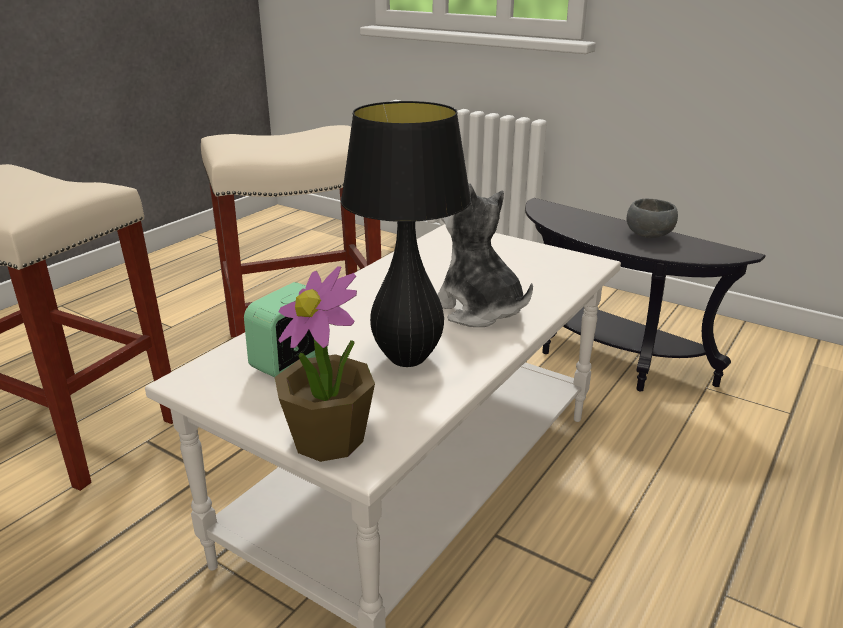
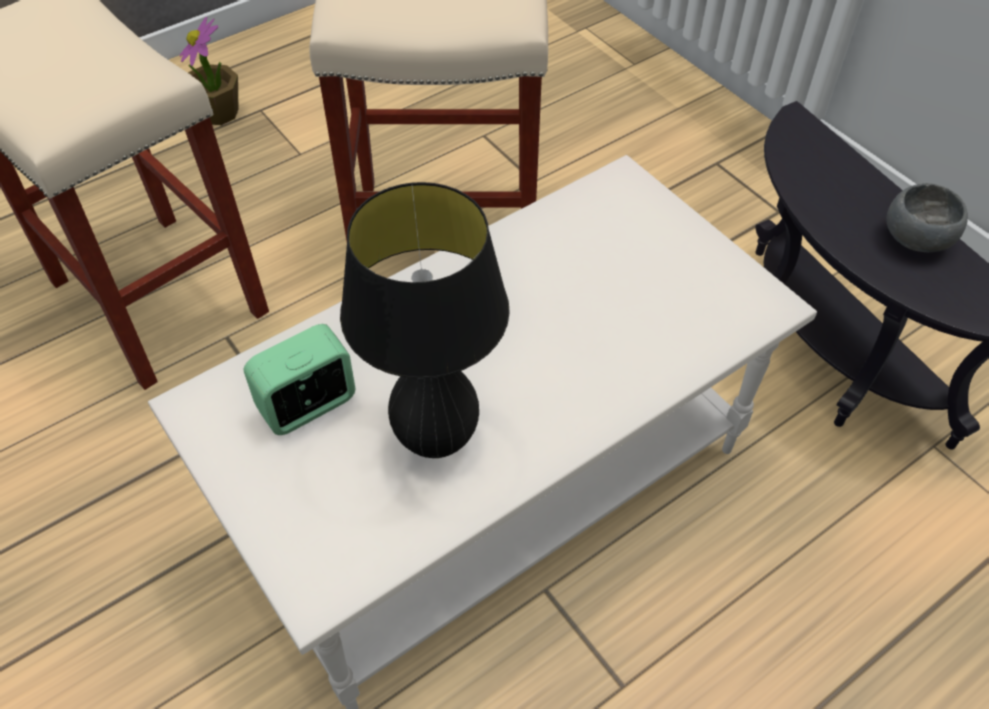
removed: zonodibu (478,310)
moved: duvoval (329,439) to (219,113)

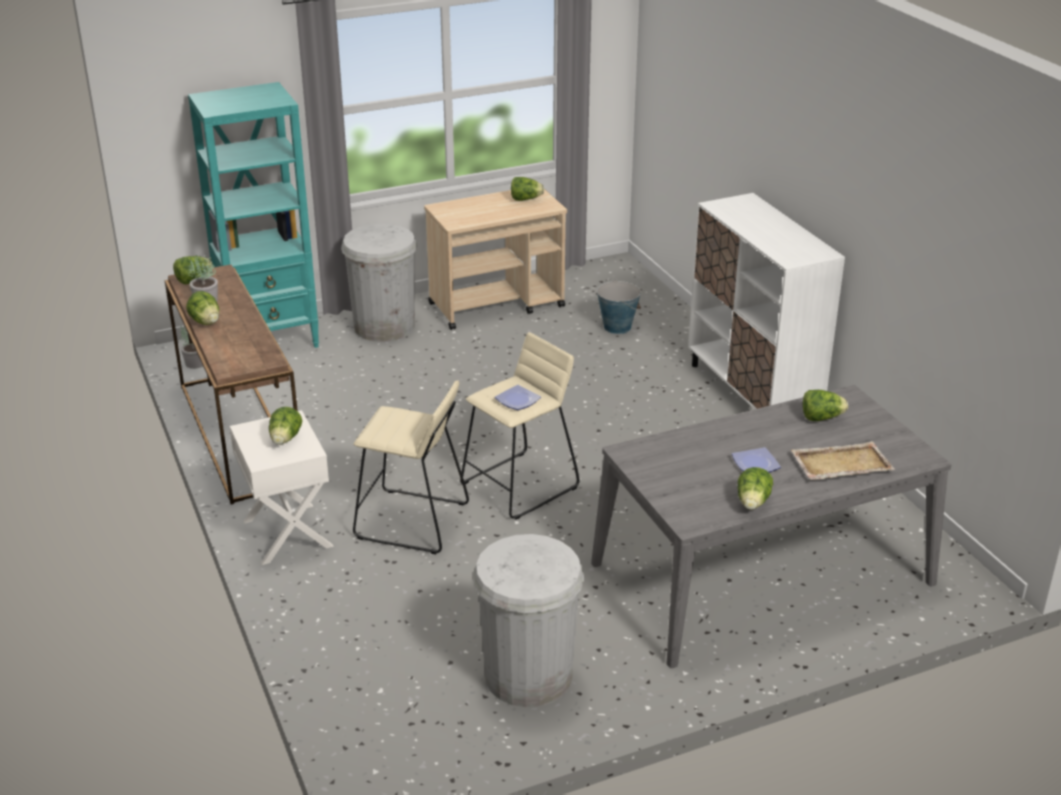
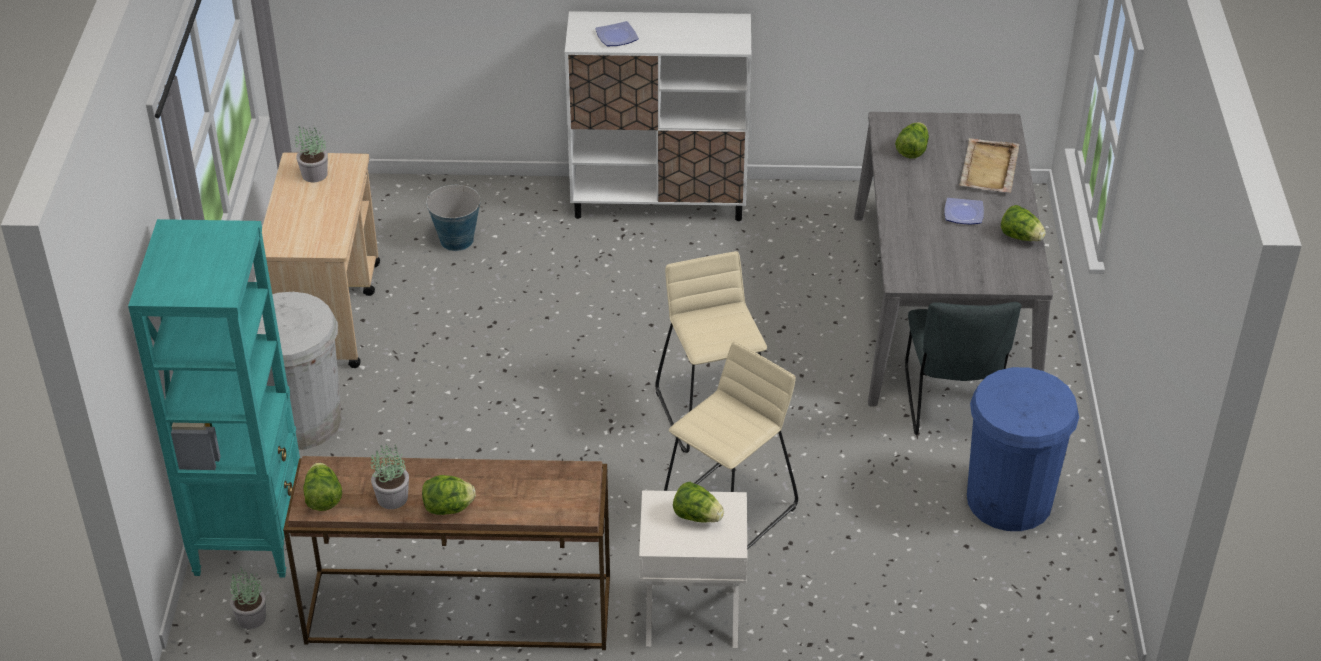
added: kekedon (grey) (951,406)
moved: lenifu (518,400) to (617,36)
replaced: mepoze (525,199) to duvoval (314,174)
recoloured: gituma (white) (528,676) to gituma (blue) (1009,500)

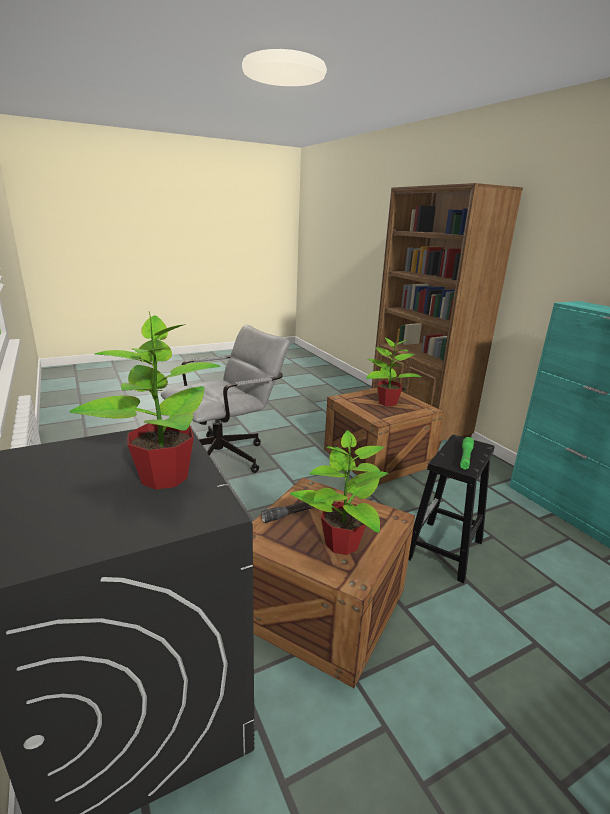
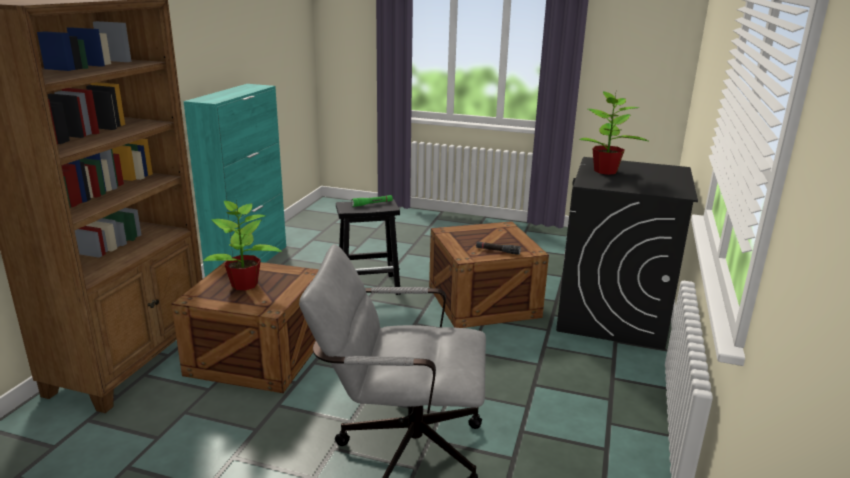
removed: duvoval (341,544)

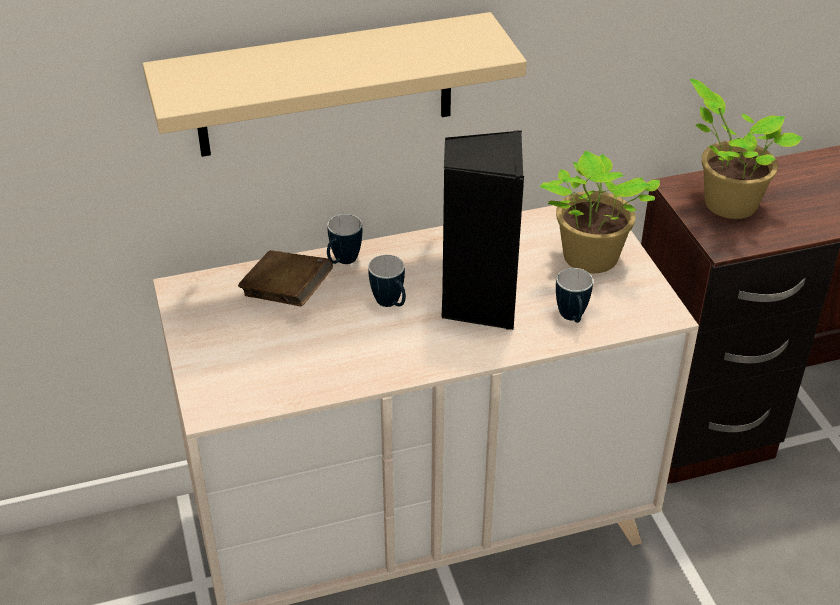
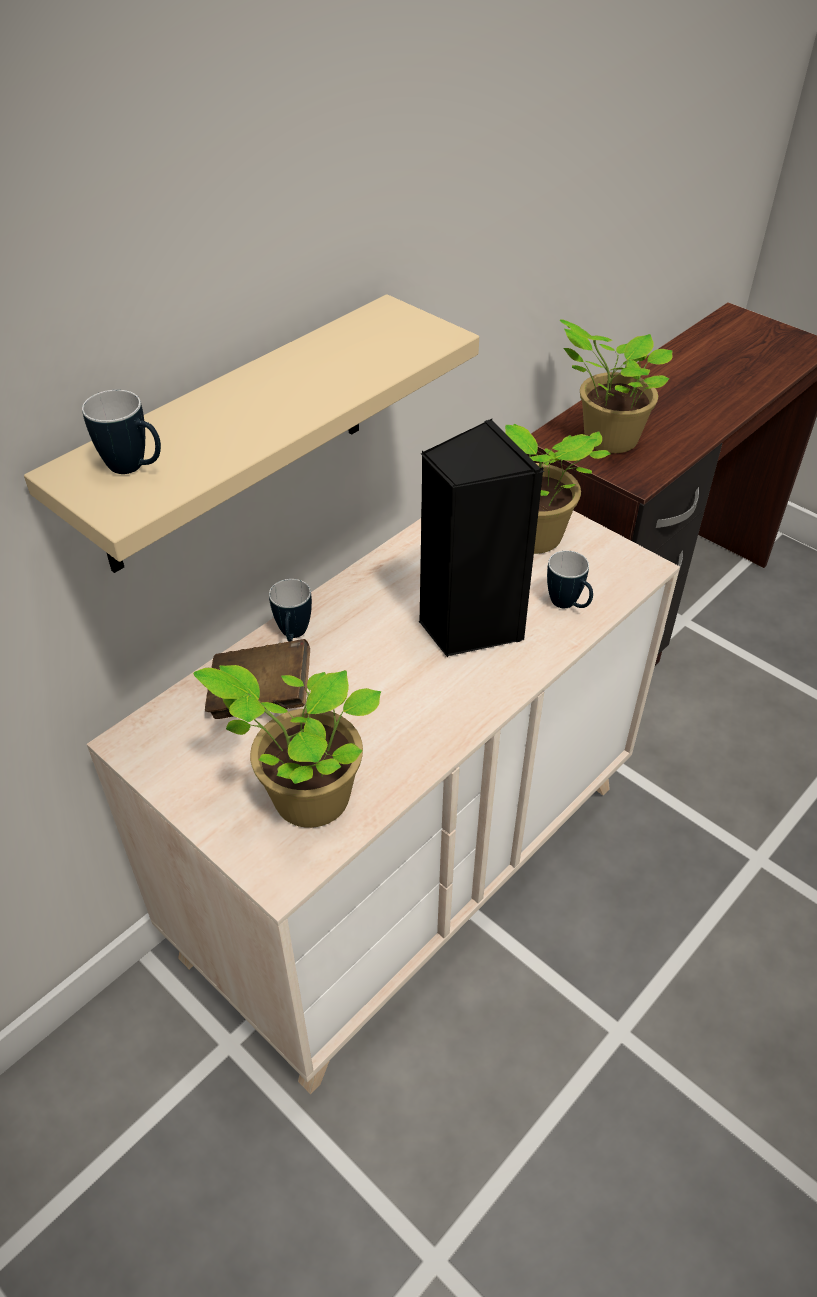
added: duvoval (305,797)
moved: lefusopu (391,304) to (135,468)

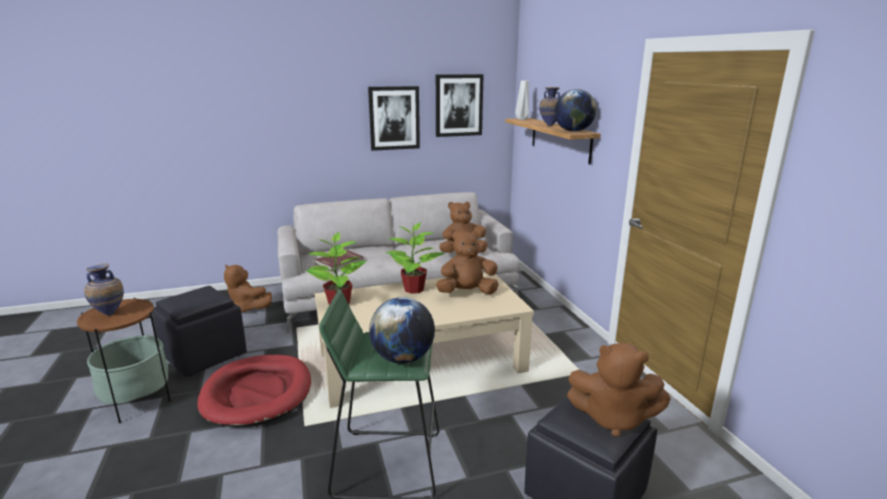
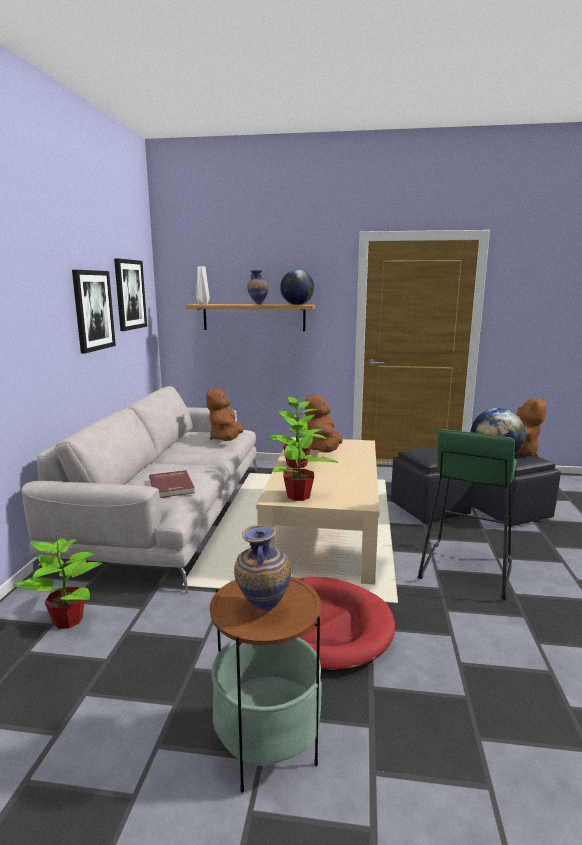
moved: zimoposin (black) (204,354) to (428,509)
replaced: zonodibu (brown) (248,308) to duvoval (69,620)

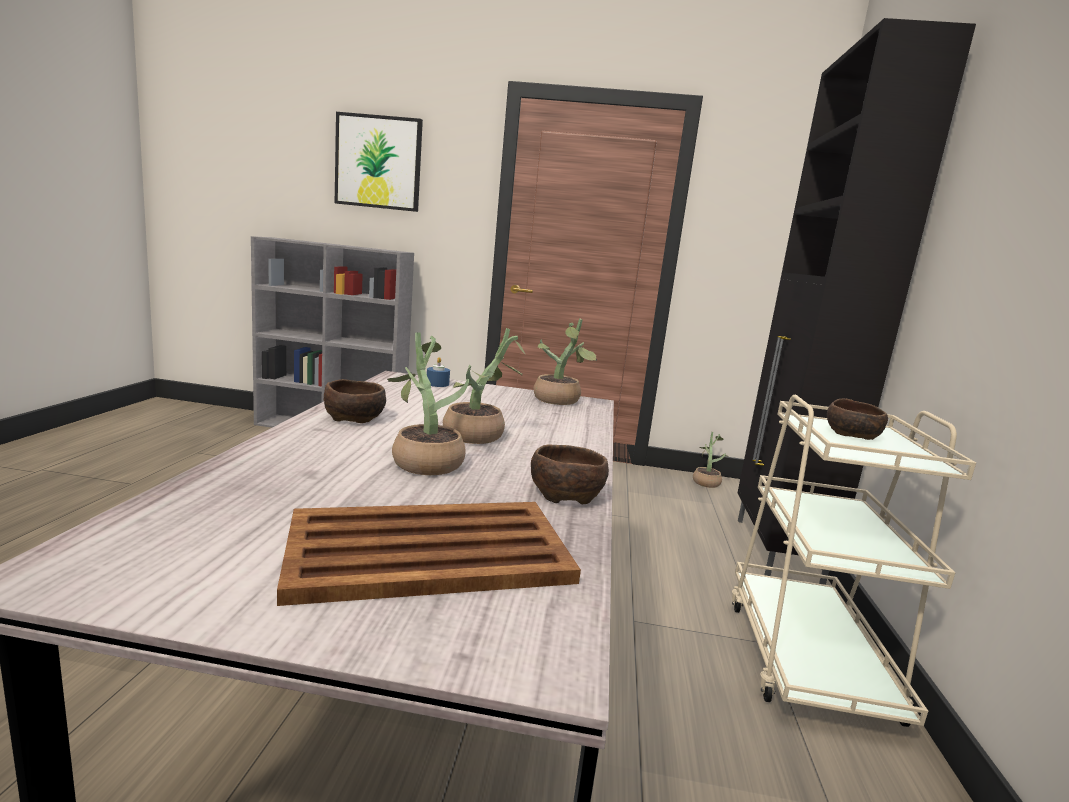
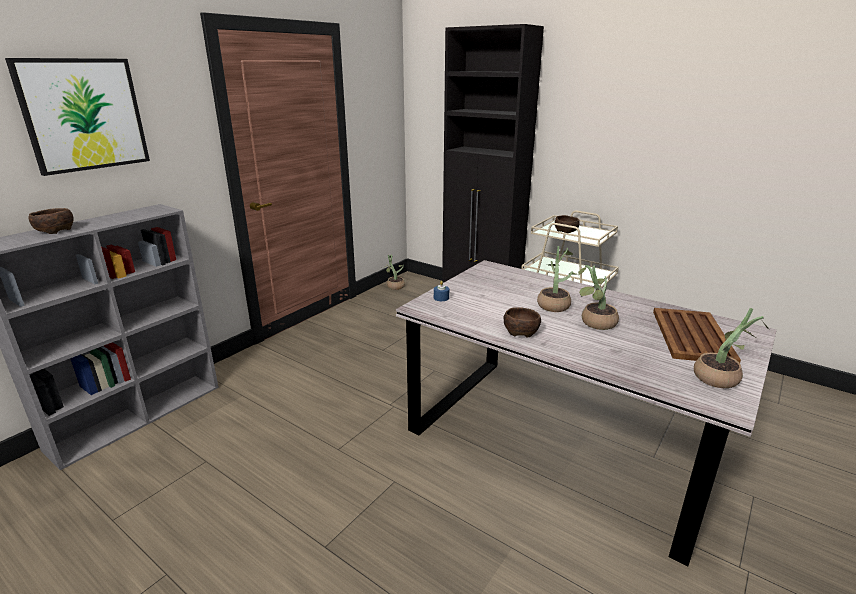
moved: duvoval (559,401) to (721,378); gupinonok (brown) (565,493) to (54,230)

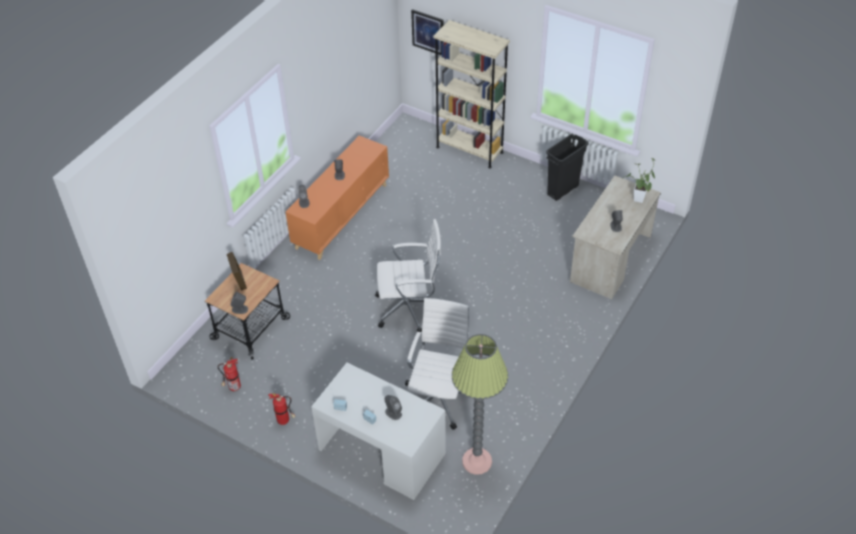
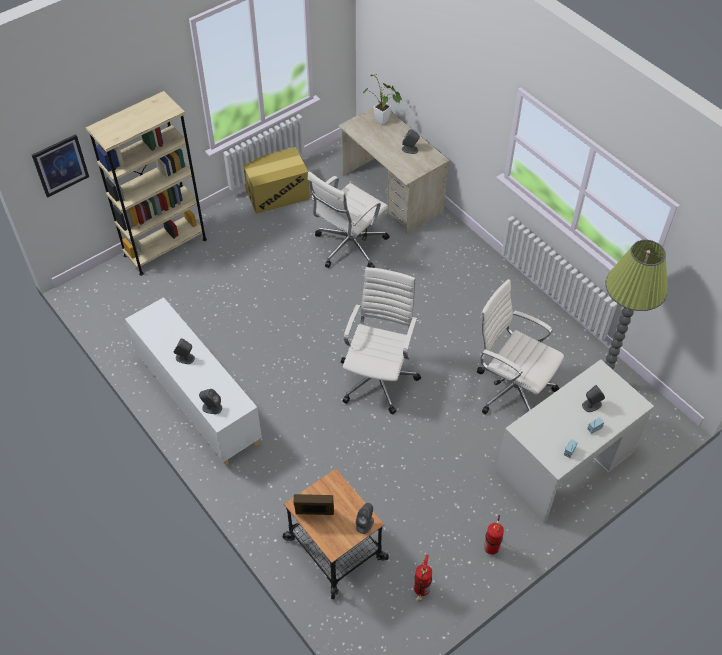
added: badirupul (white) (348,246)
replaced: gituma (black) (562,190) to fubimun (277,193)
recoloured: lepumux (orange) (342,216) to lepumux (white) (198,400)

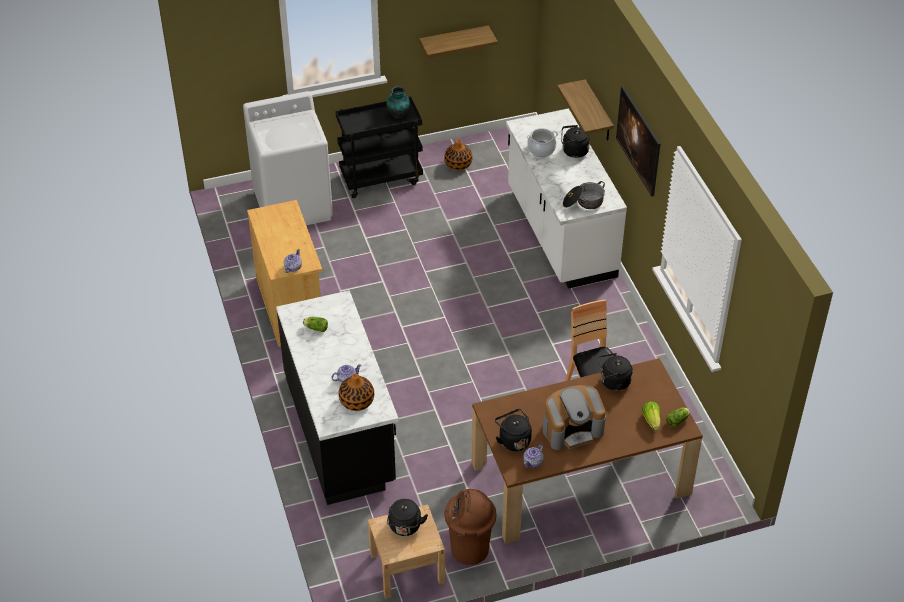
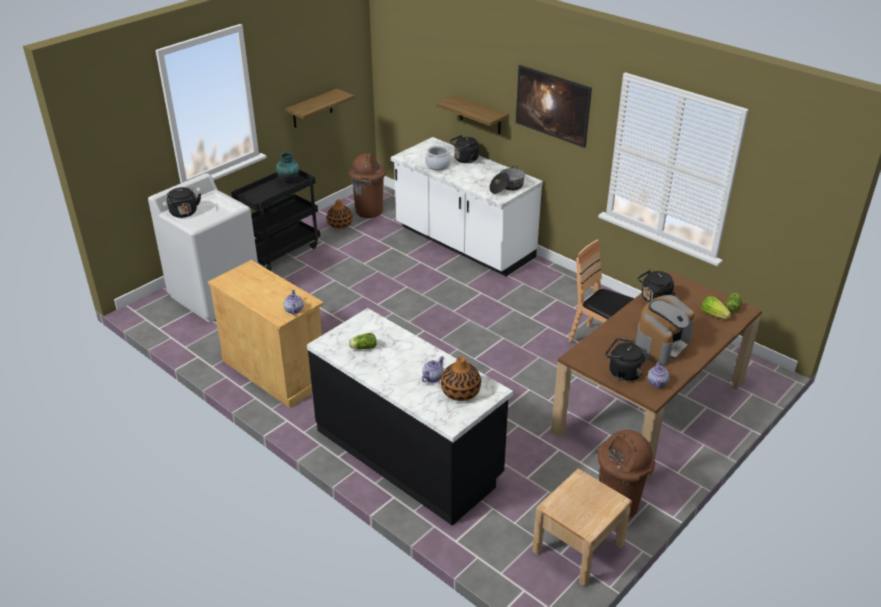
added: gituma (brown) (369,211)
moved: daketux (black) (405,527) to (184,213)

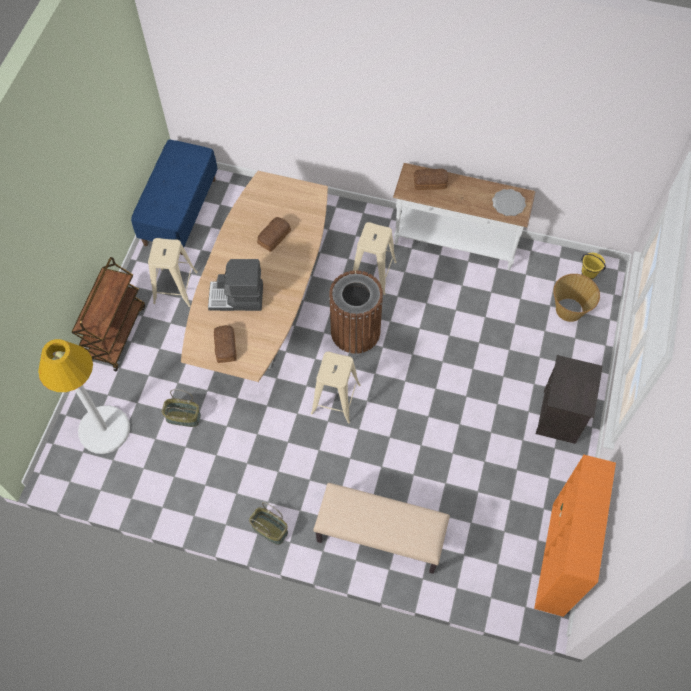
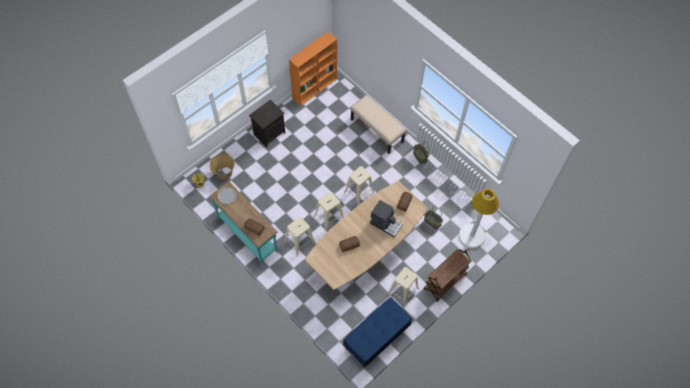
replaced: gituma (brown) (355,332) to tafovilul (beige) (329,218)
recoloured: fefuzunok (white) (455,244) to fefuzunok (turquoise) (248,234)

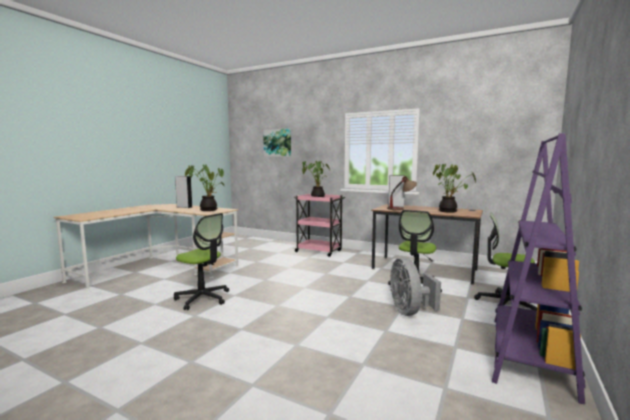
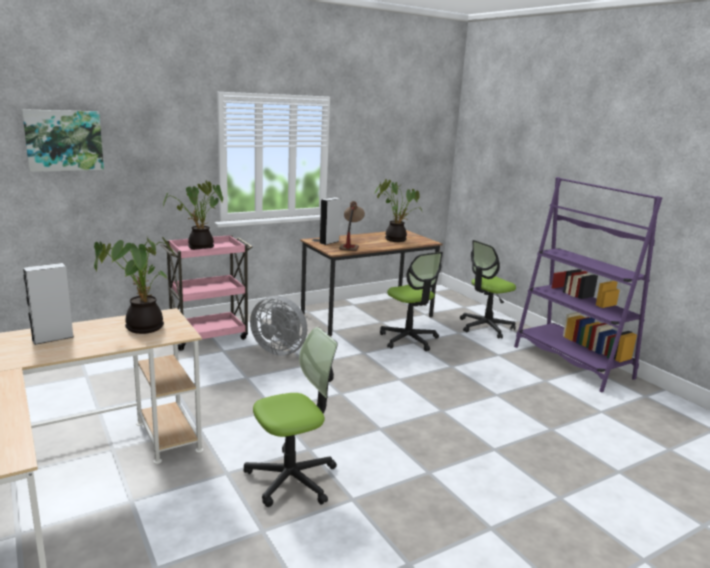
moved: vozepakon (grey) (410,311) to (280,350)

